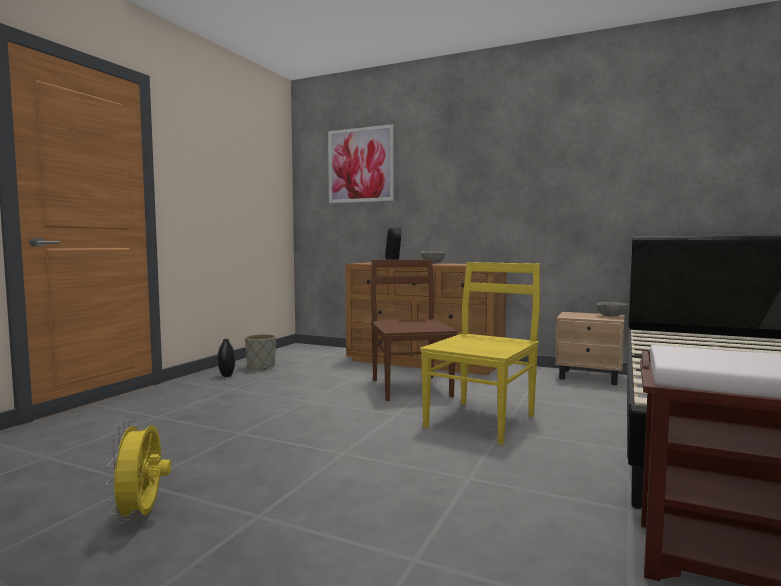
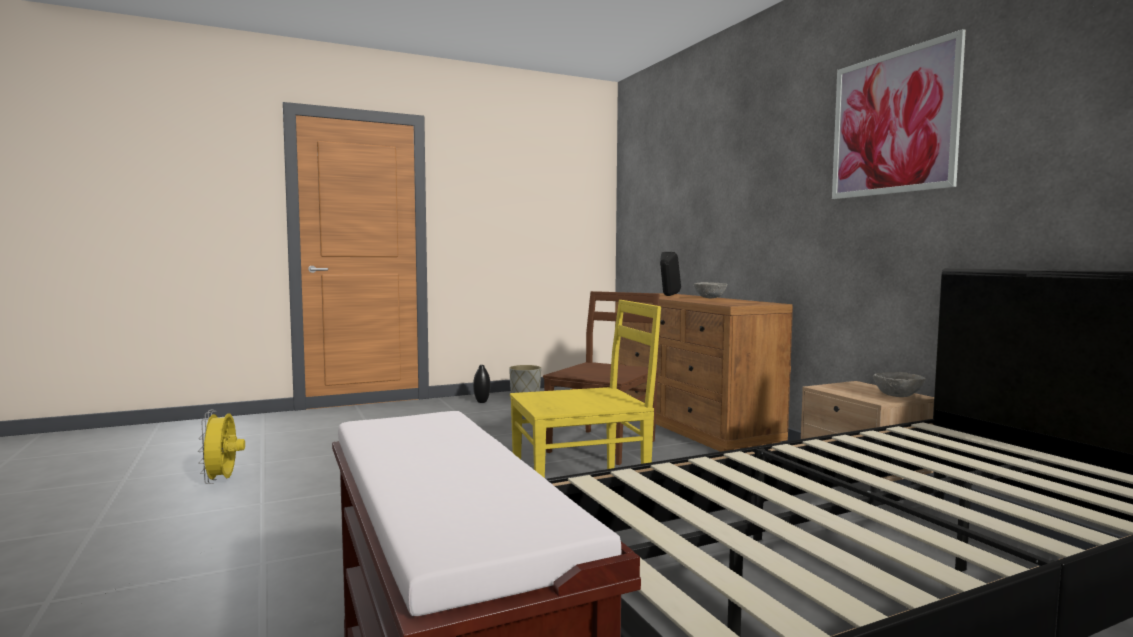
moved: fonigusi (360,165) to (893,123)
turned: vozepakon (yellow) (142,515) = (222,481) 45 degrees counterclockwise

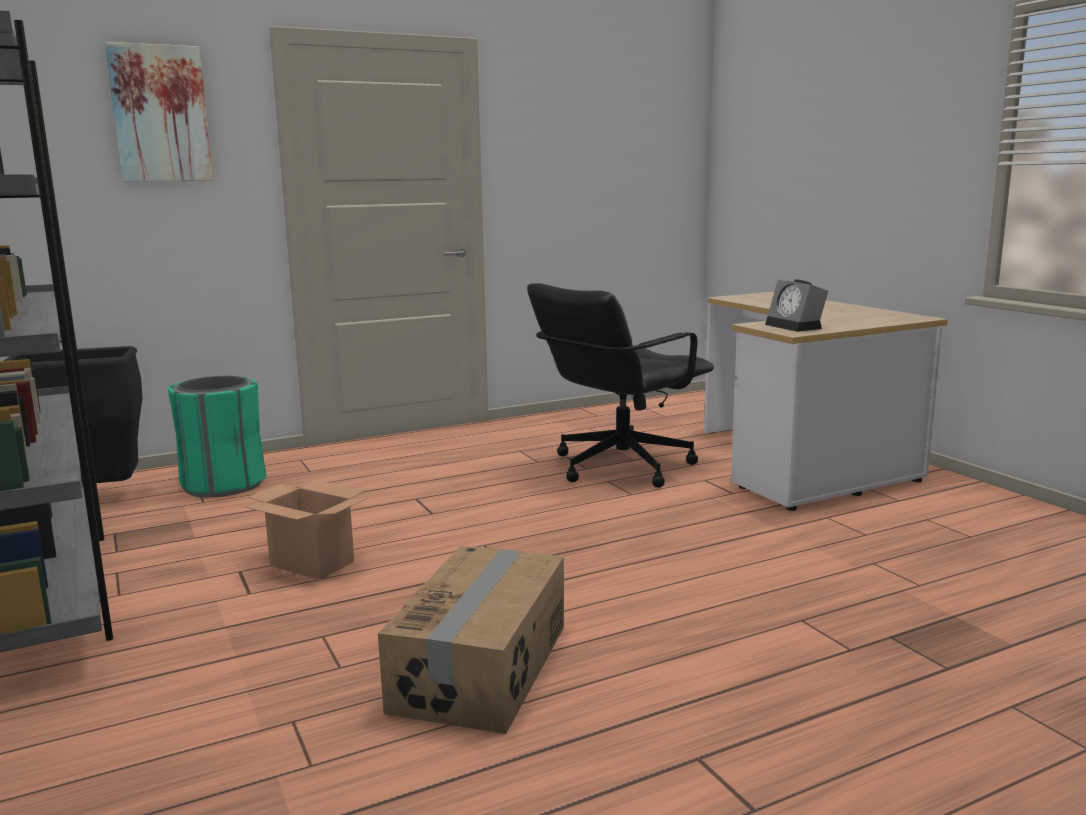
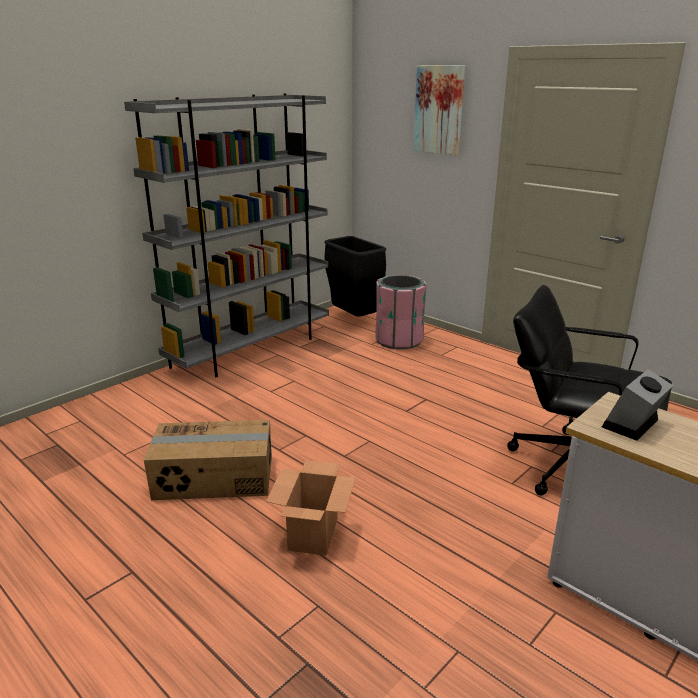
moved: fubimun (311,564) to (313,533)
recoloured: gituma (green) (223,484) to gituma (pink) (398,340)

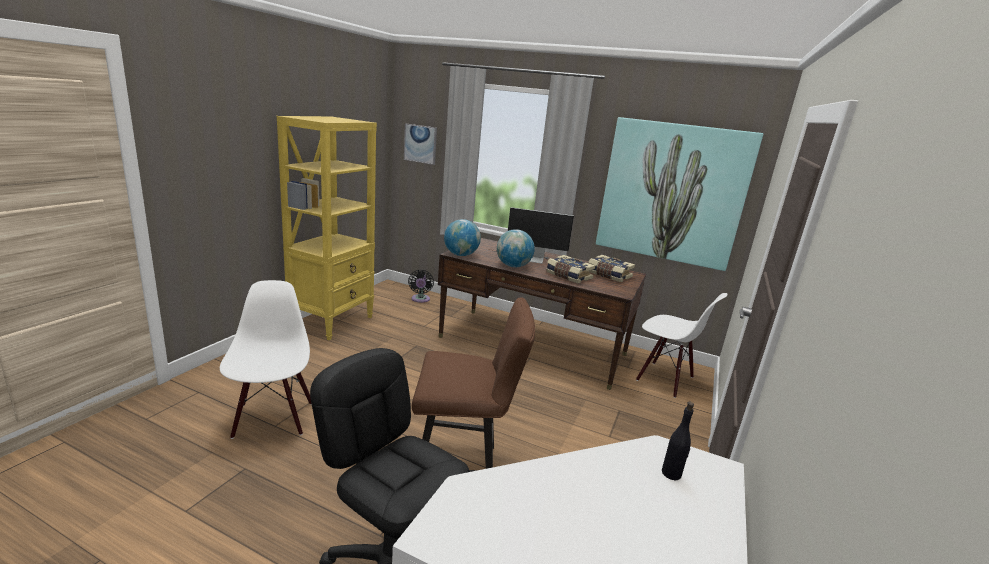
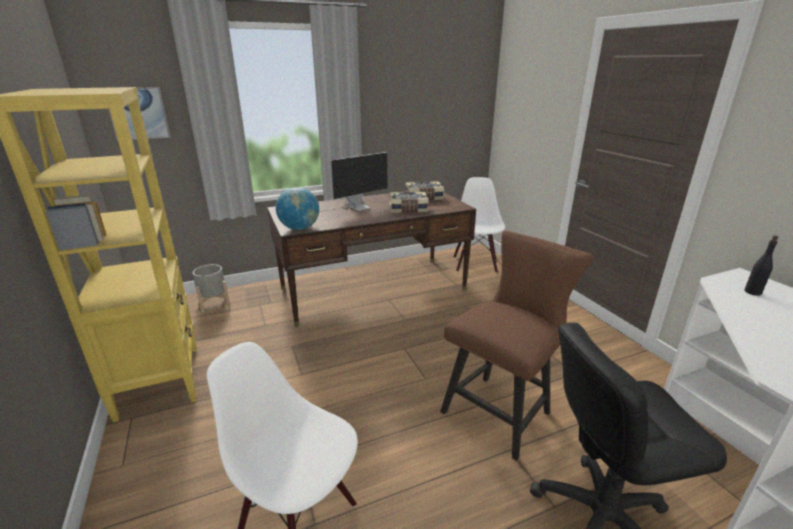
removed: fonigusi (672,193); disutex (513,266)
replaced: vozepakon (black) (420,299) to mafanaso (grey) (214,304)
turned: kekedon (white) (664,379) = (475,264) 75 degrees counterclockwise

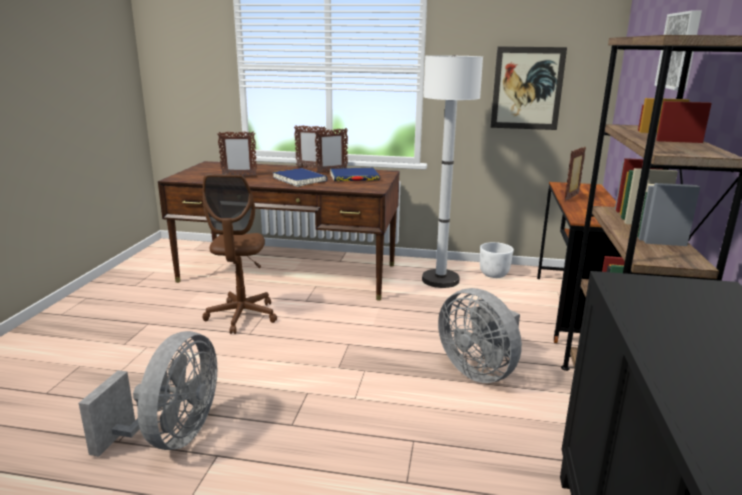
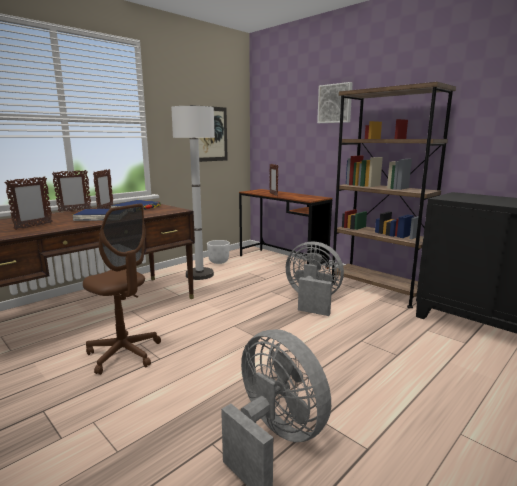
turned: vozepakon (grey) (479,370) = (312,301) 150 degrees counterclockwise

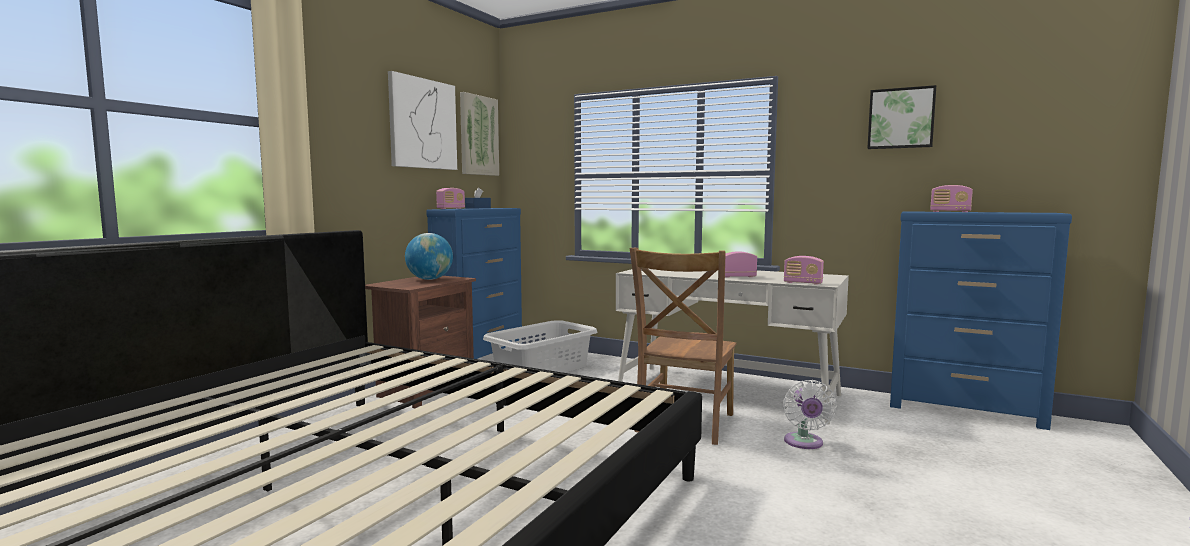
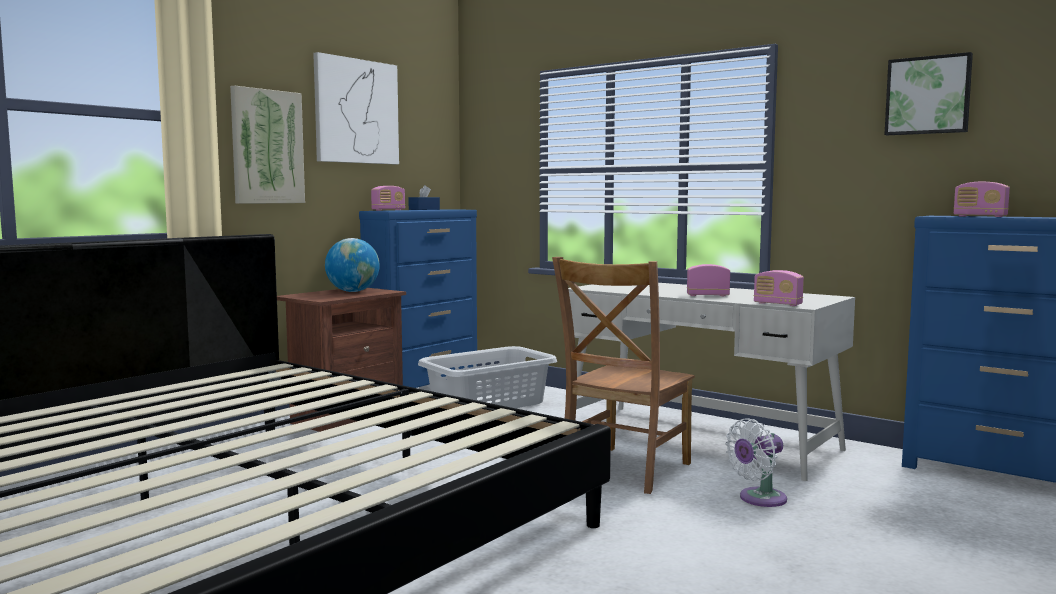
moved: fonigusi (478,135) to (267,147)
turned: vozepakon (white) (804,443) = (759,499) 45 degrees clockwise

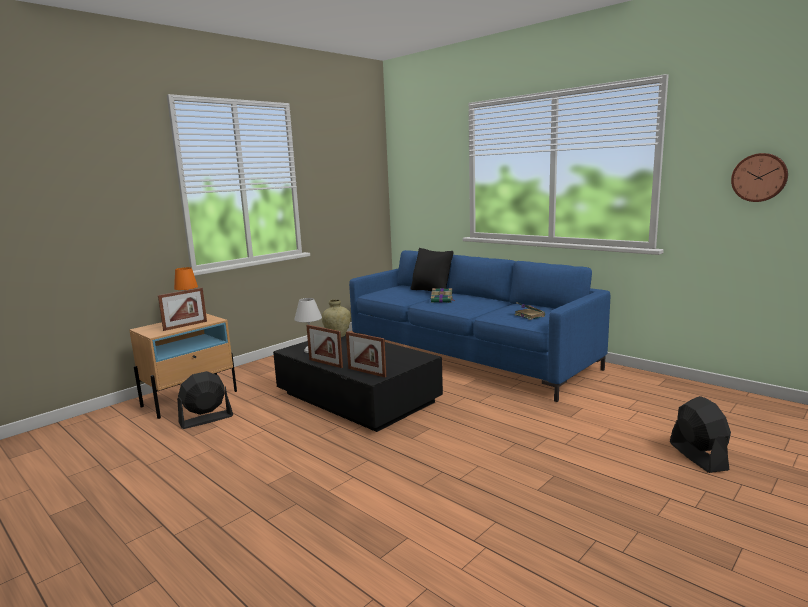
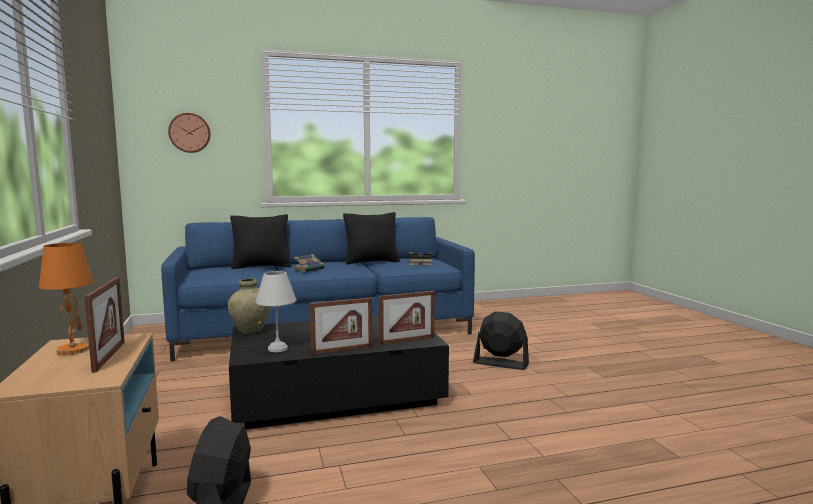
added: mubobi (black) (371,262)
moved: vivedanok (759,177) to (189,133); vozepakon (black) (697,456) to (500,363)

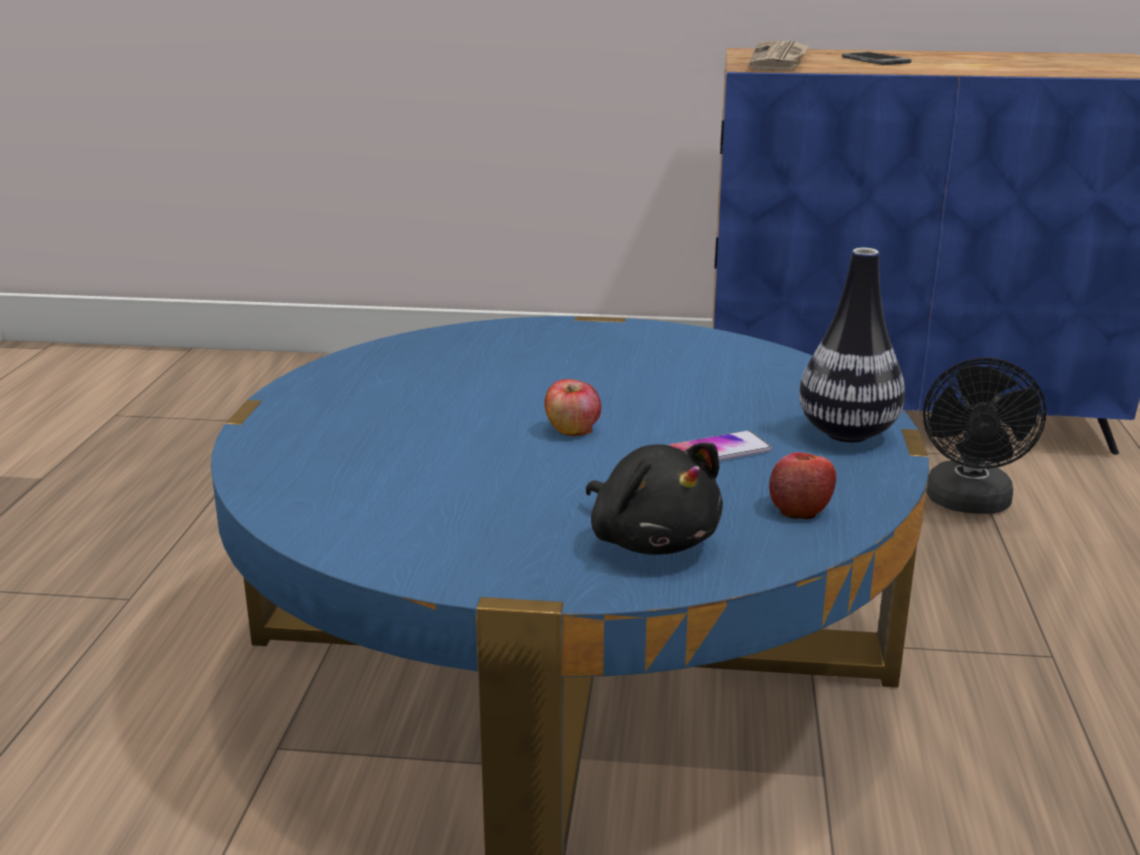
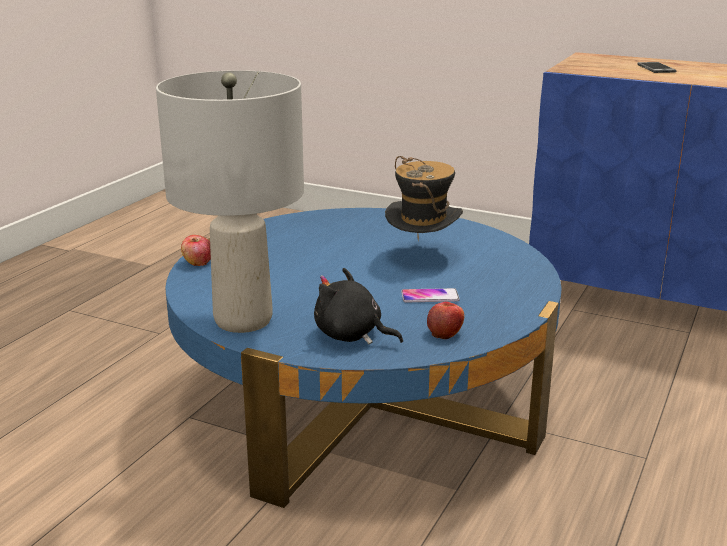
removed: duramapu (780,60); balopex (847,433); vozepakon (black) (969,504)
added: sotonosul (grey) (244,320); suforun (422,256)
moved: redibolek (572,429) to (198,262)
turned: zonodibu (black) (651,540) = (351,335) 135 degrees clockwise

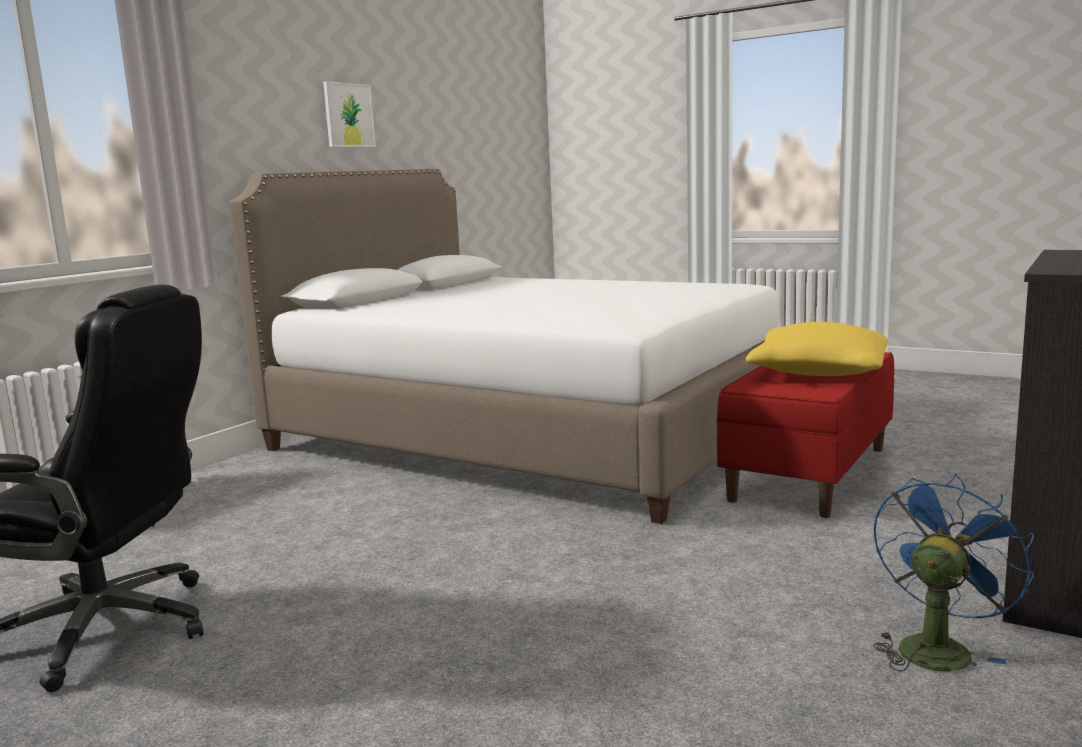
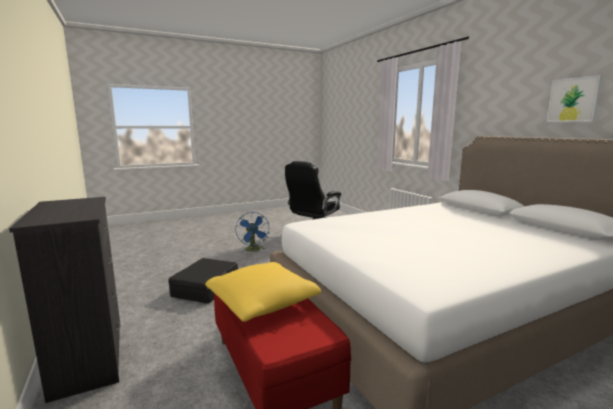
added: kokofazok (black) (206,288)
moved: vozepakon (blue) (937,647) to (254,250)

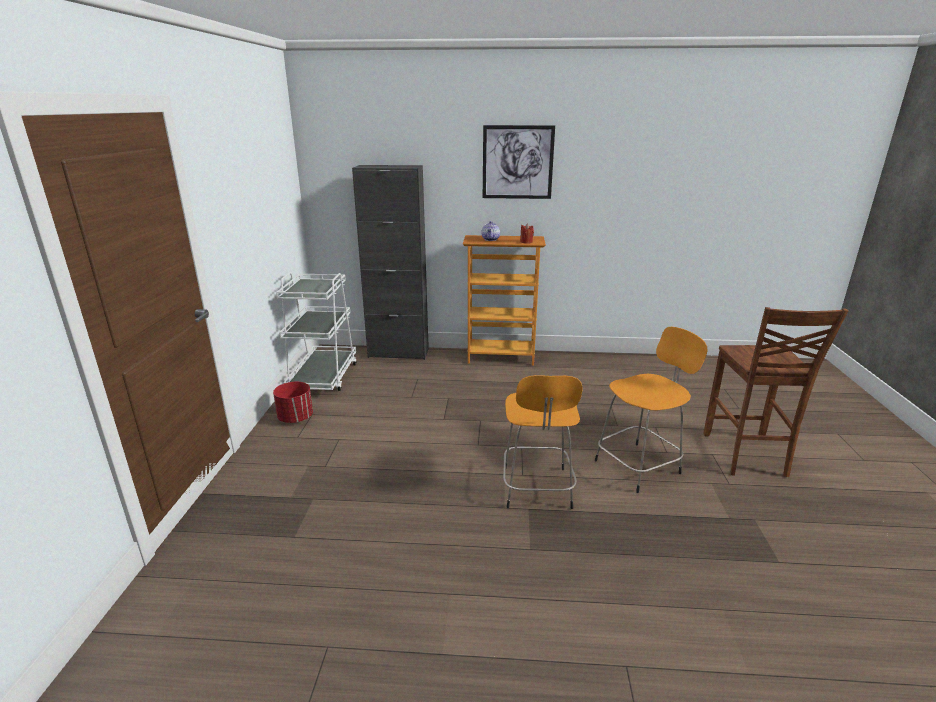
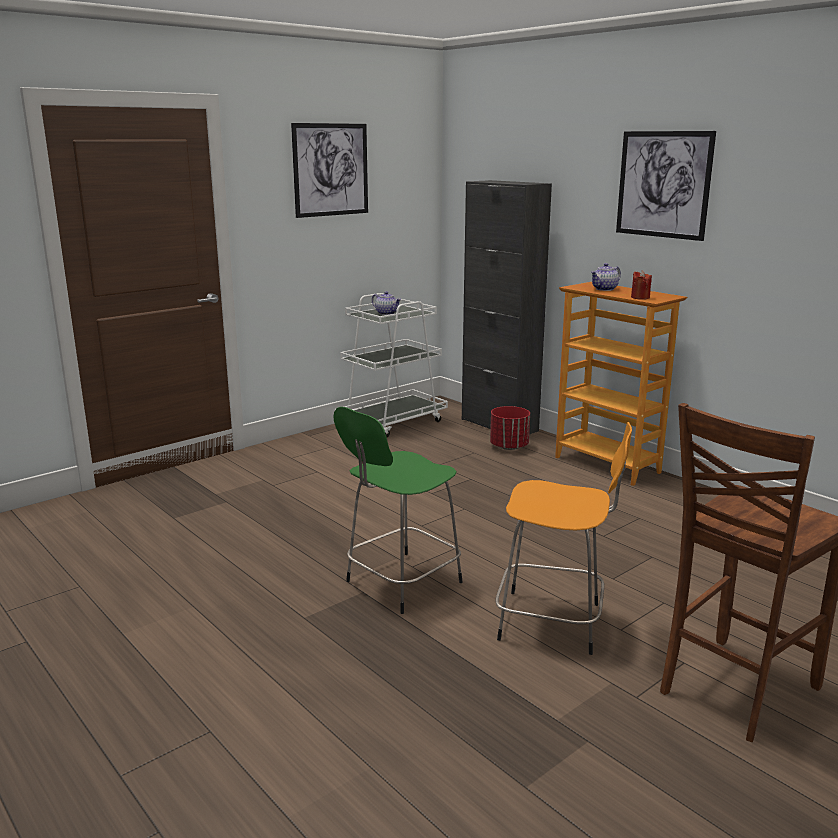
added: fonigusi (331,170); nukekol (387,313)
moved: mafanaso (red) (296,418) to (509,447)
recoloured: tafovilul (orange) (536,489) to tafovilul (green) (400,583)

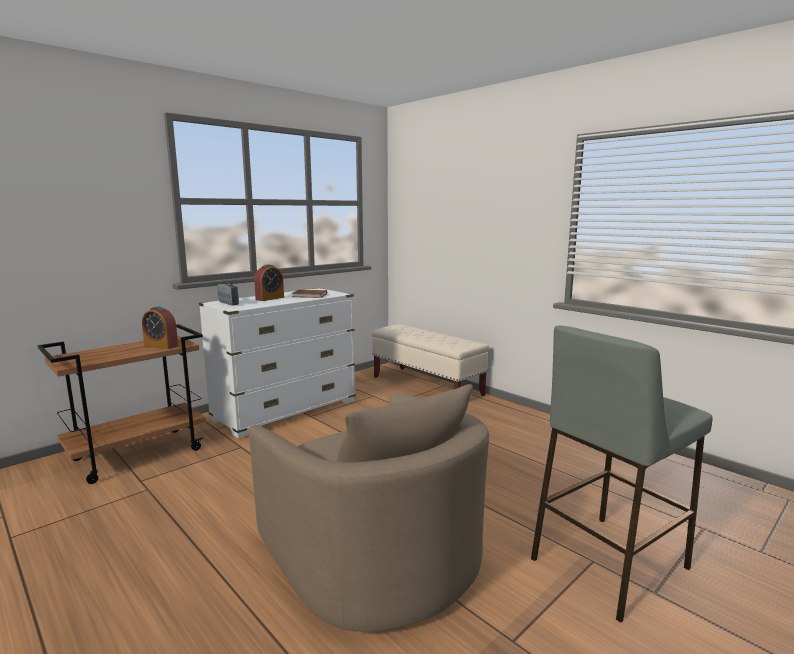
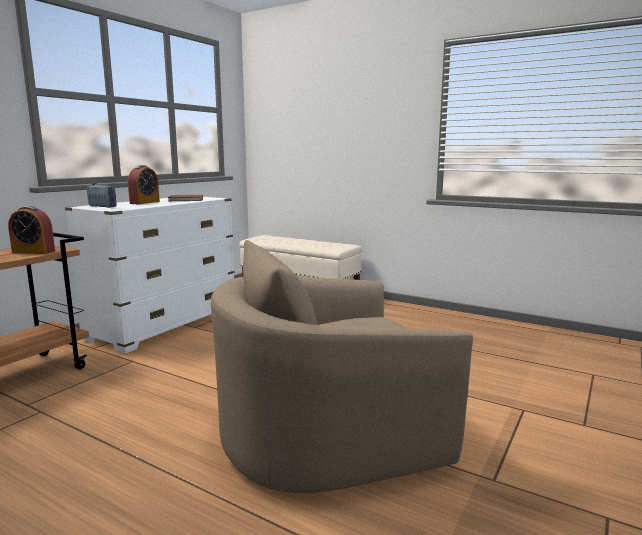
removed: tafovilul (grey) (608,564)
turned: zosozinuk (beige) (374,554) = (328,433) 120 degrees clockwise

